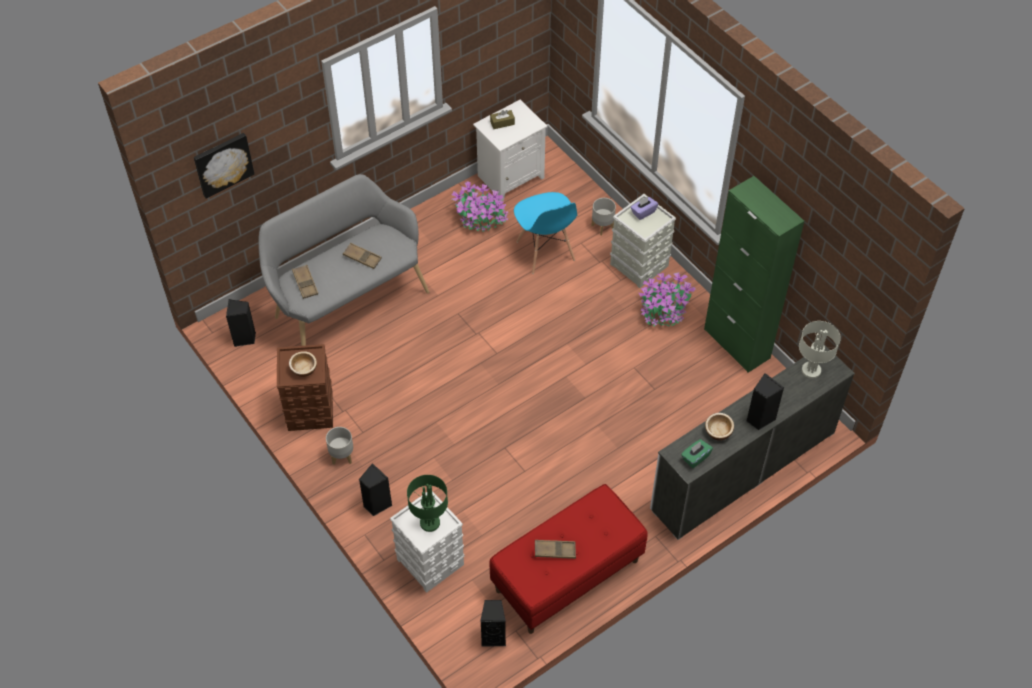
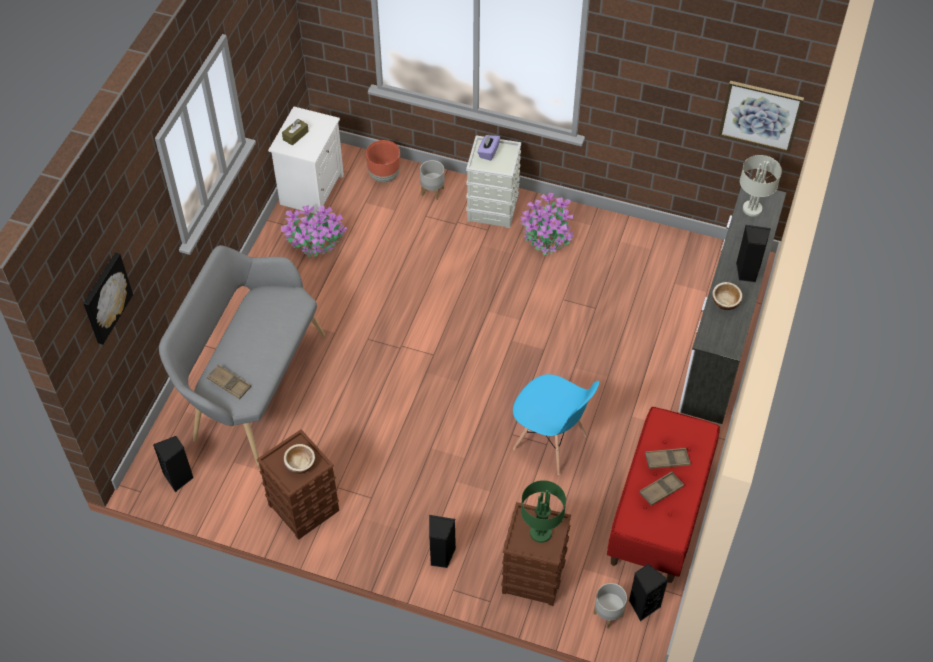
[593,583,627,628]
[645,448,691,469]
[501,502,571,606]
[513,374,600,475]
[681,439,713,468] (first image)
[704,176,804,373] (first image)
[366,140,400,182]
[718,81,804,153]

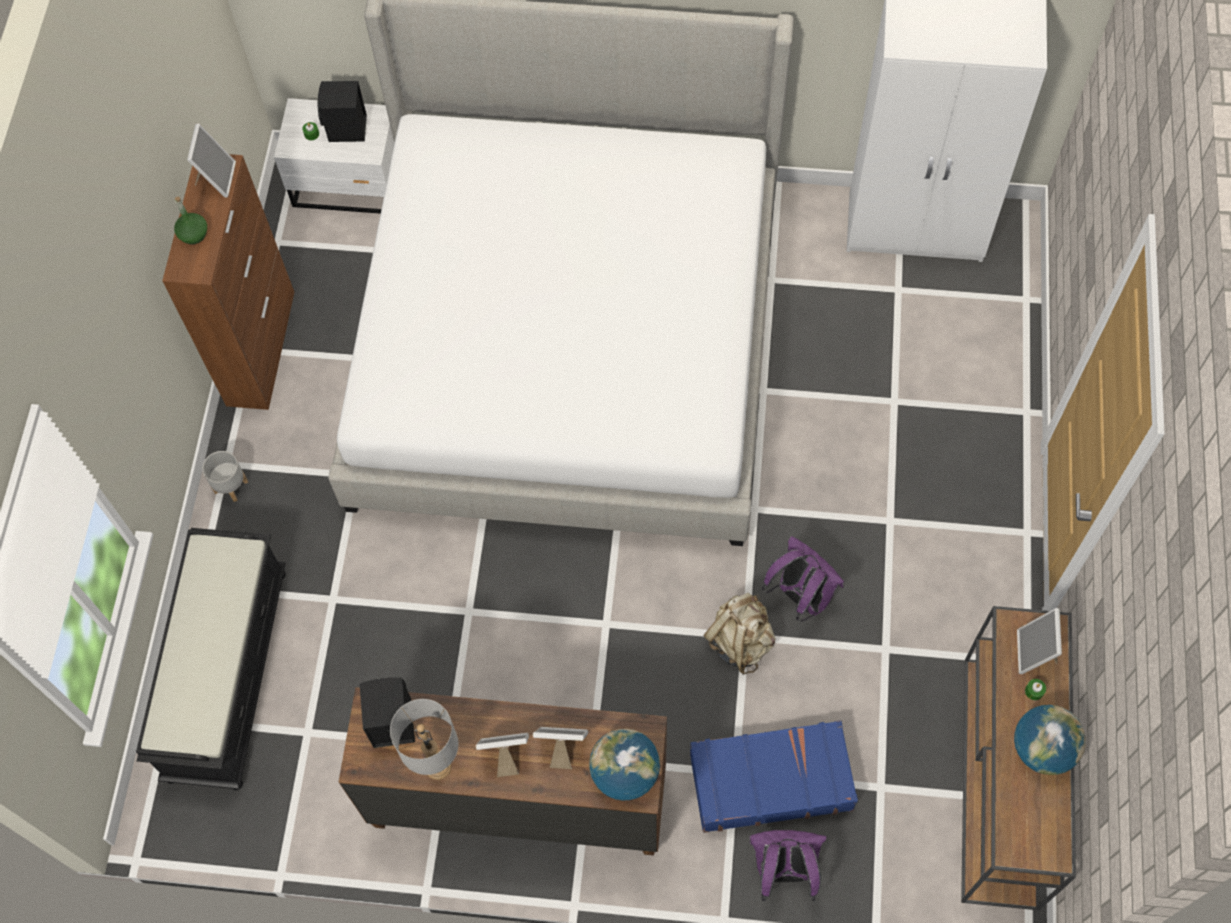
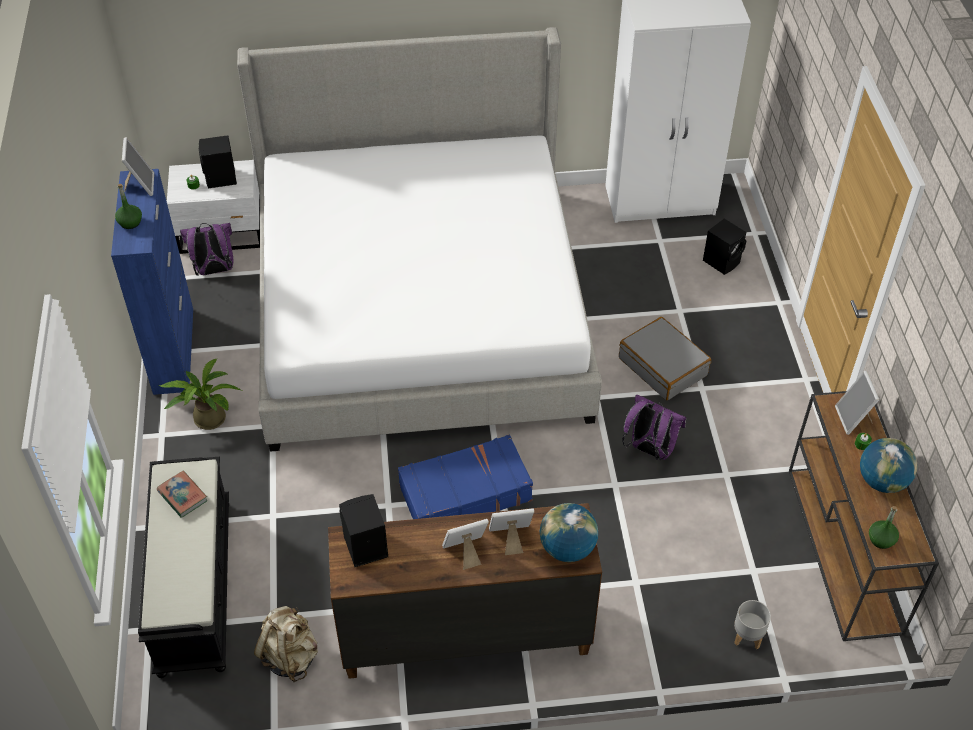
[111,169,193,395]
[734,600,771,649]
[390,699,458,780] (first image)
[398,435,533,519]
[254,606,318,682]
[180,223,234,276]
[157,471,208,518]
[159,358,242,430]
[619,317,711,400]
[703,219,746,275]
[869,506,899,549]

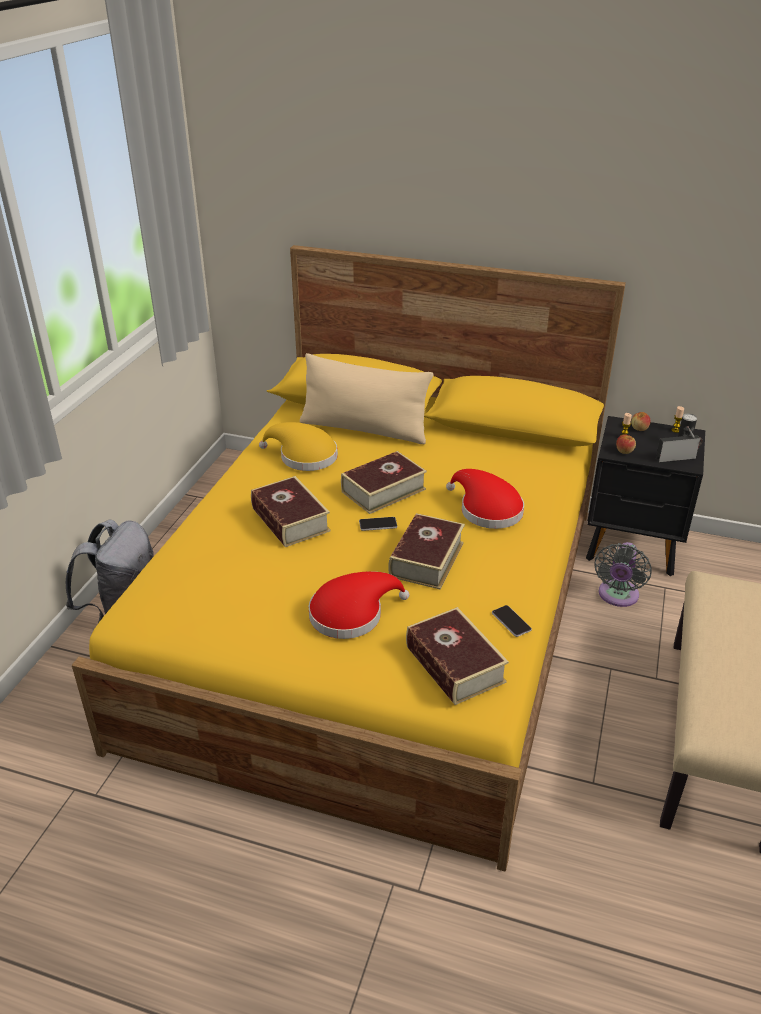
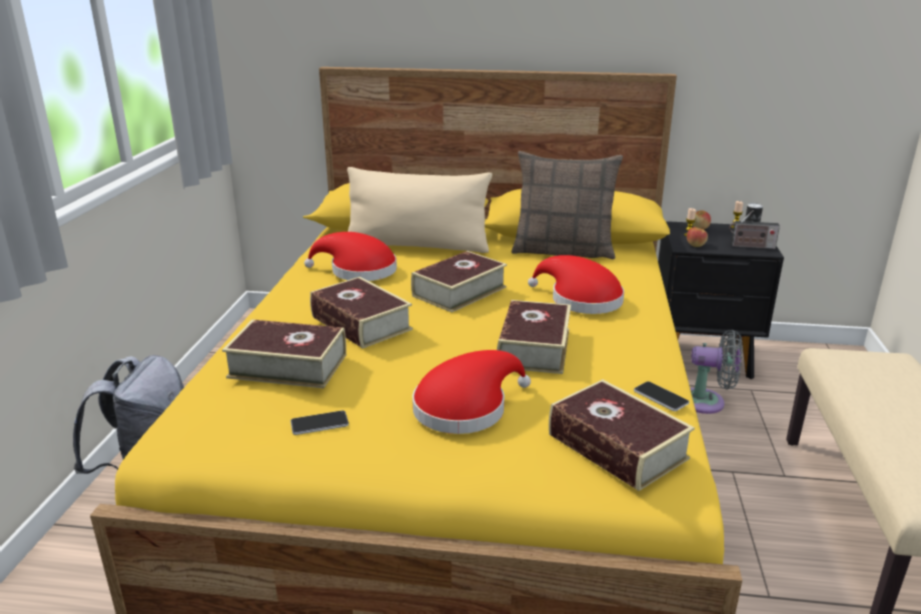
[304,232,397,281]
[290,410,349,435]
[690,330,743,414]
[729,210,780,249]
[222,319,346,389]
[511,151,623,259]

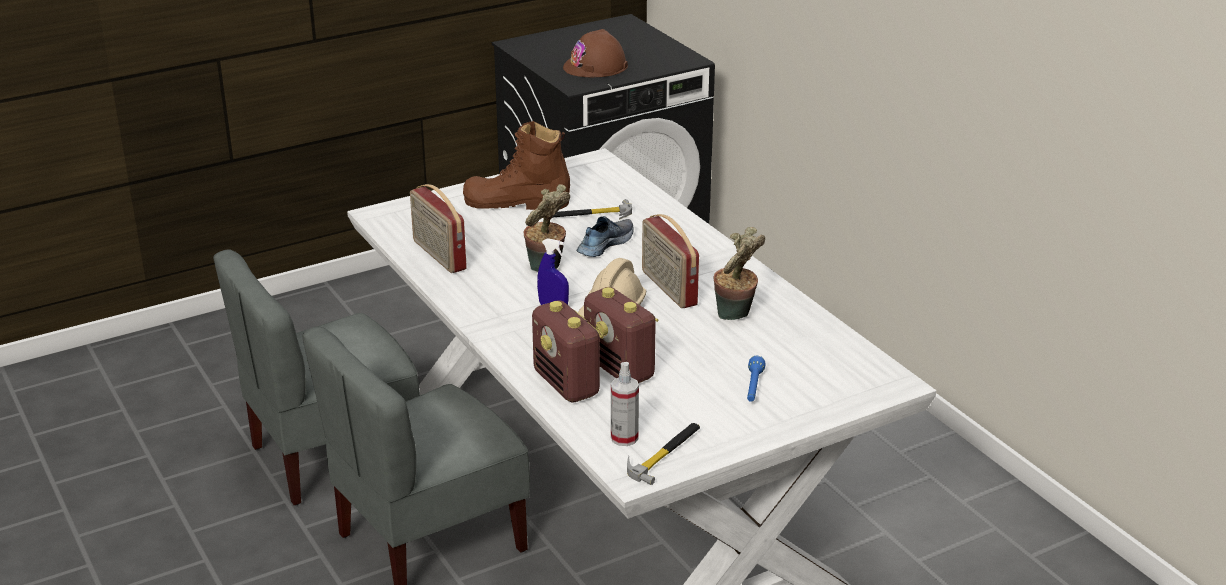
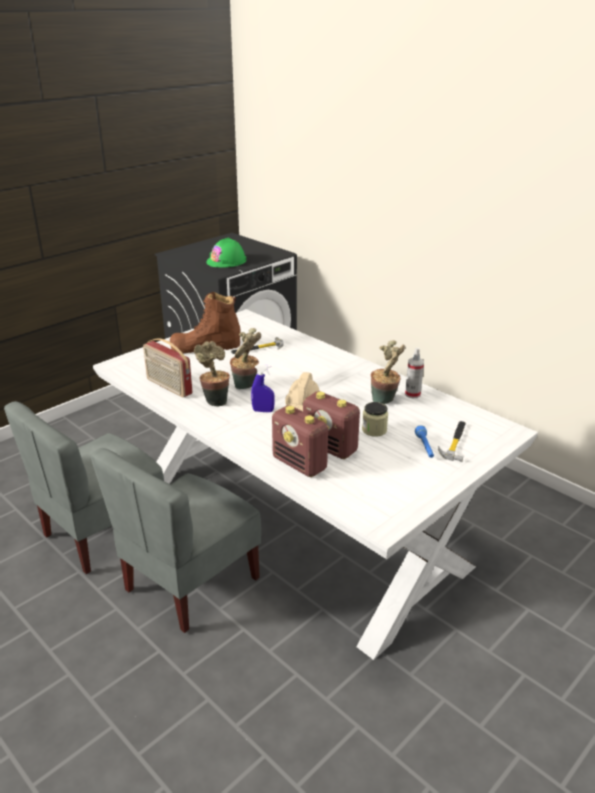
[206,238,246,268]
[577,216,633,257] (first image)
[405,348,424,398]
[438,421,466,462]
[642,214,699,308] (first image)
[194,341,230,407]
[362,402,388,437]

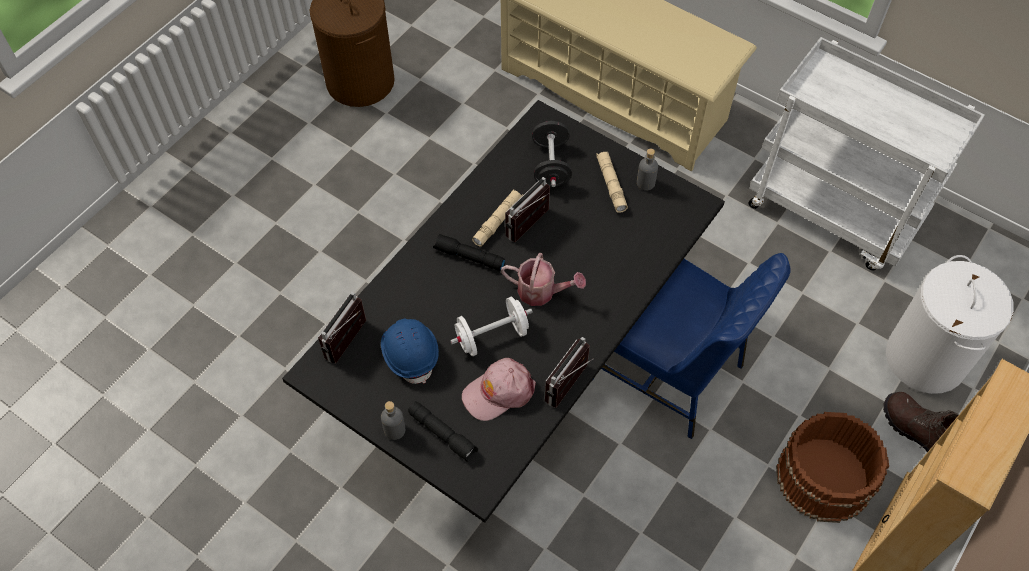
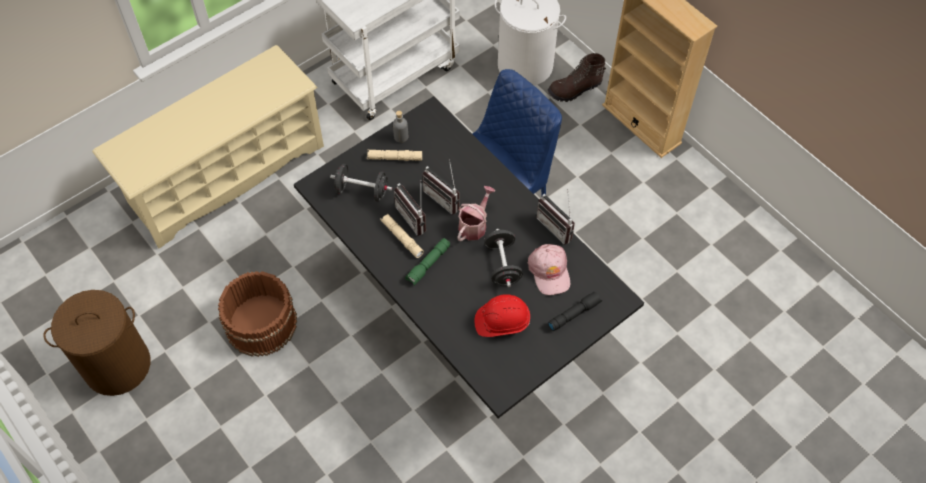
[423,159,459,215]
[474,294,530,337]
[381,401,405,440] (first image)
[405,238,450,286]
[484,229,523,287]
[218,271,297,357]

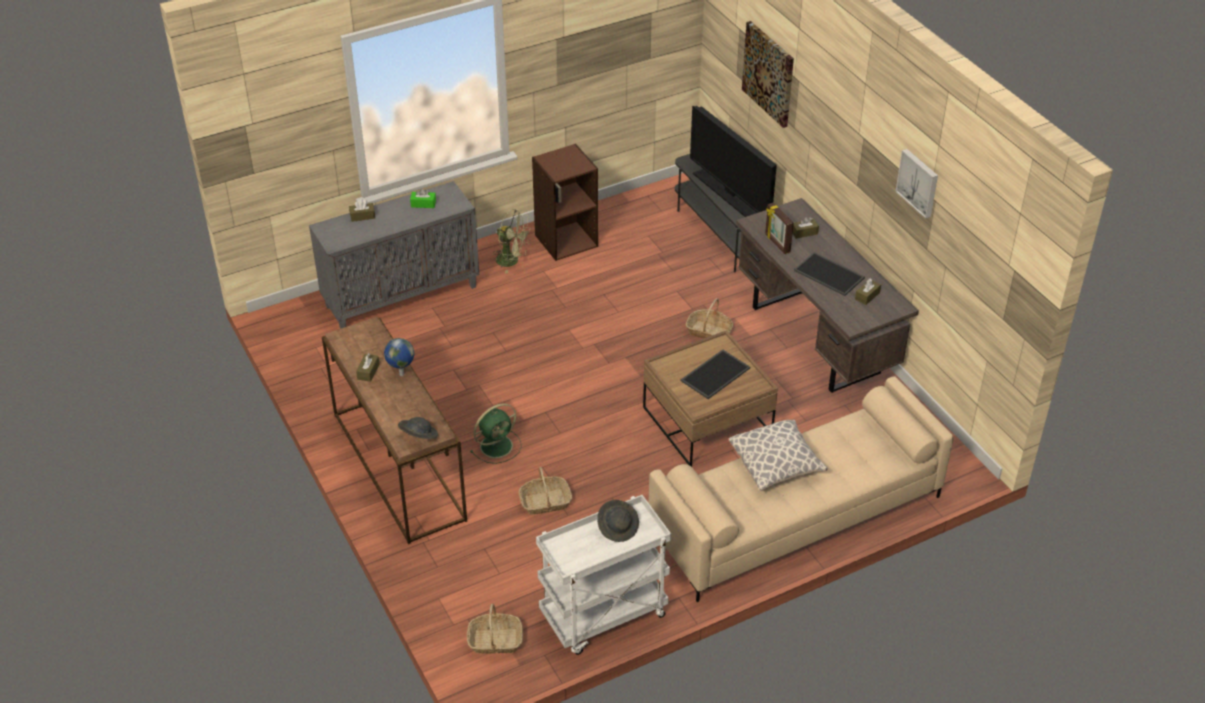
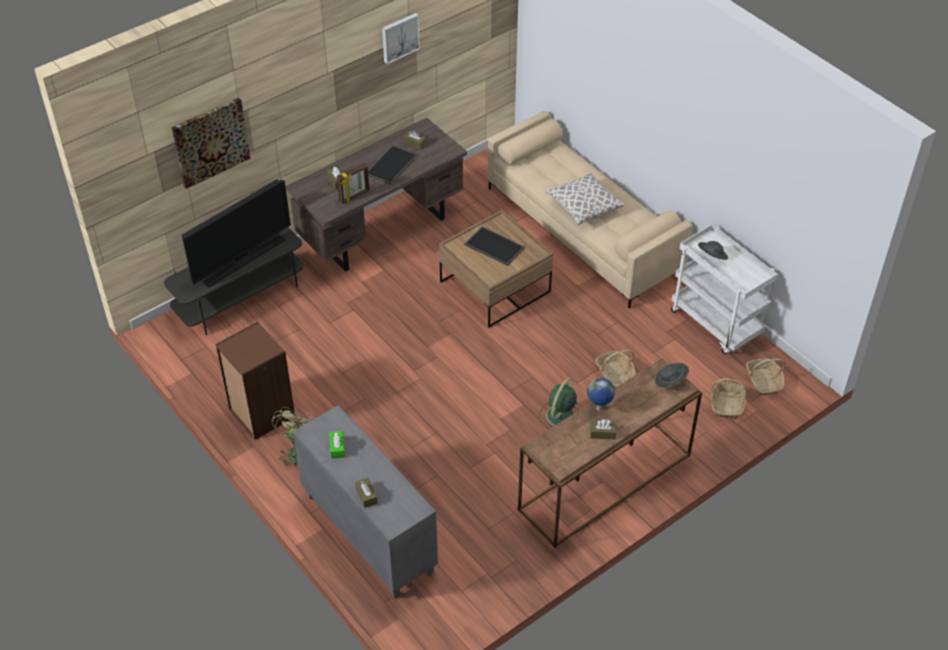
[539,377,579,430]
[711,378,747,420]

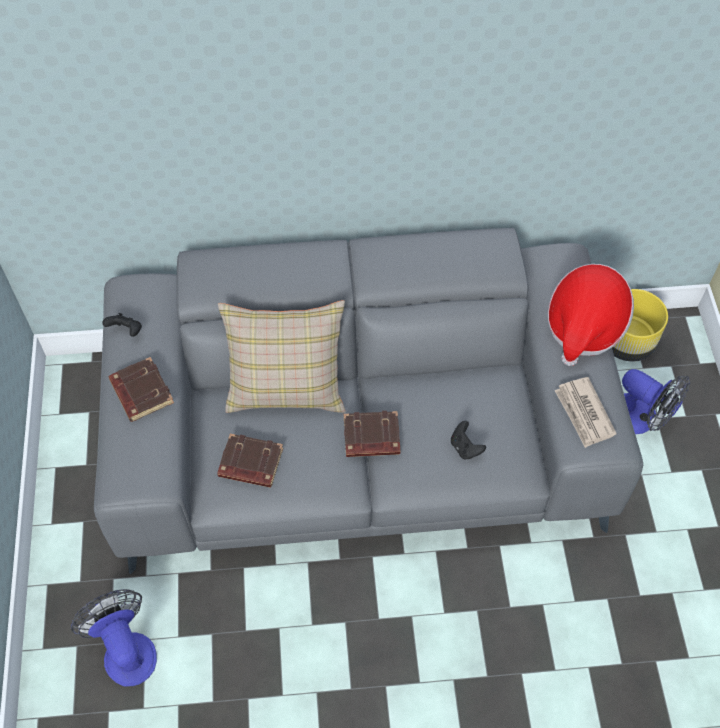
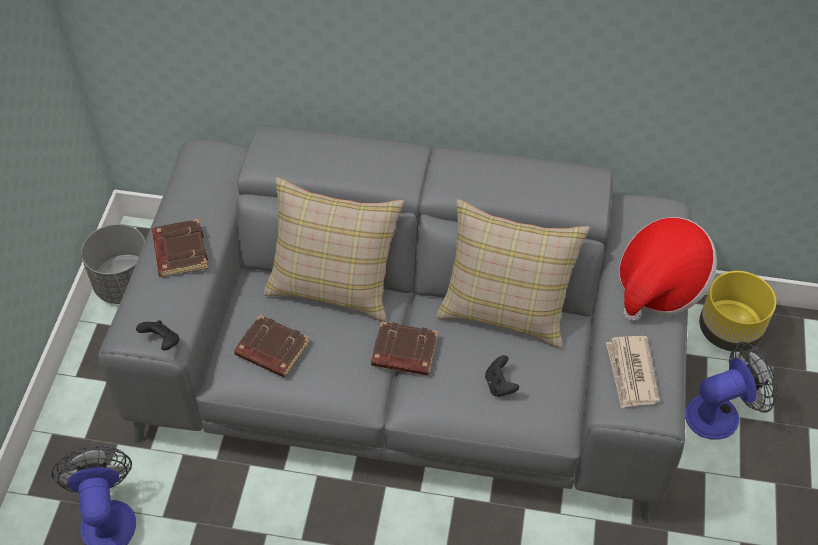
[136,320,179,351]
[685,342,777,439]
[81,224,145,304]
[436,199,590,349]

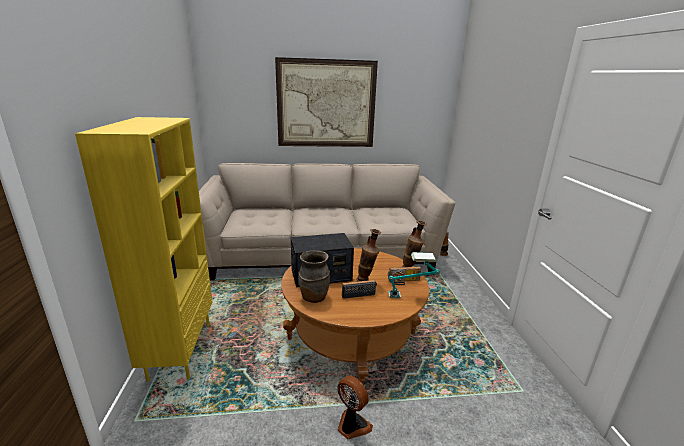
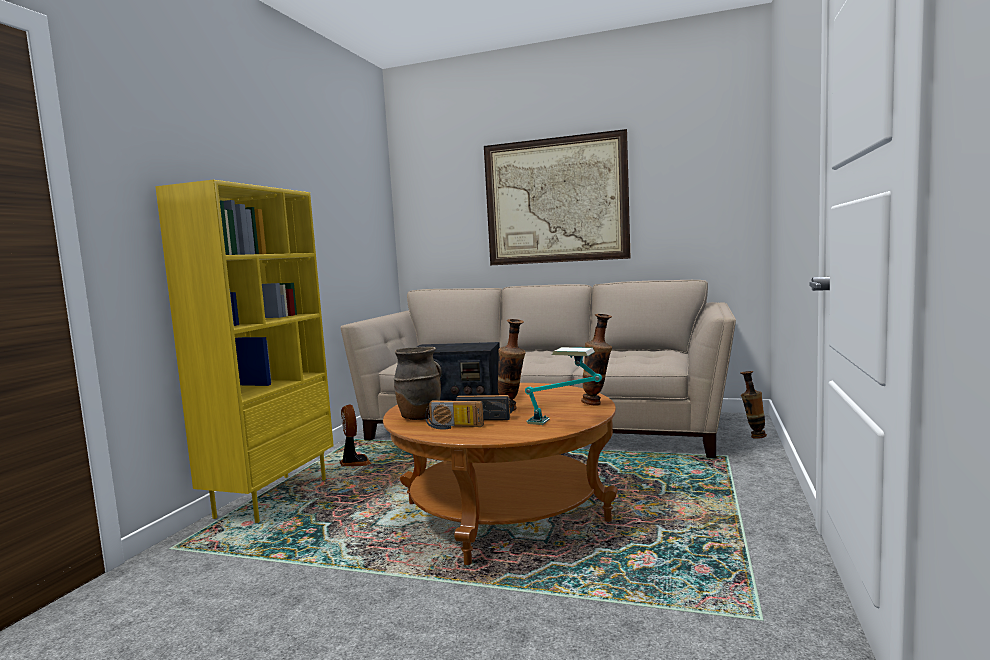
[340,405,372,466]
[425,400,484,429]

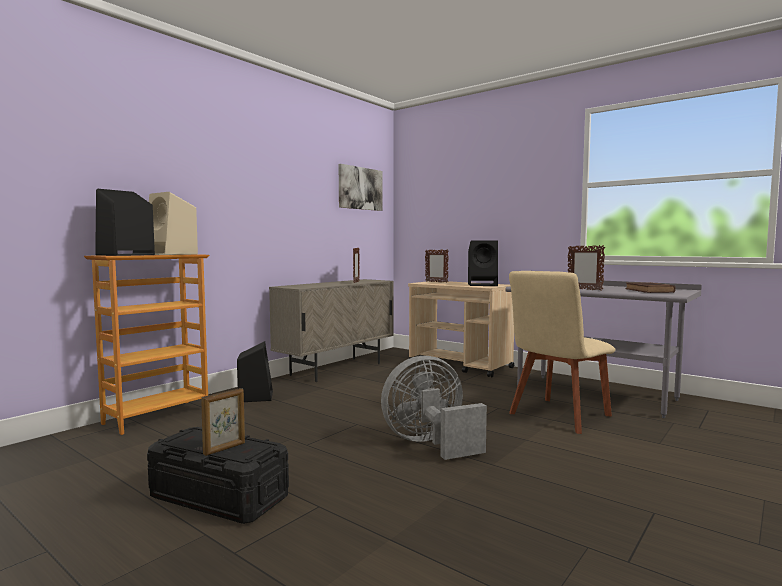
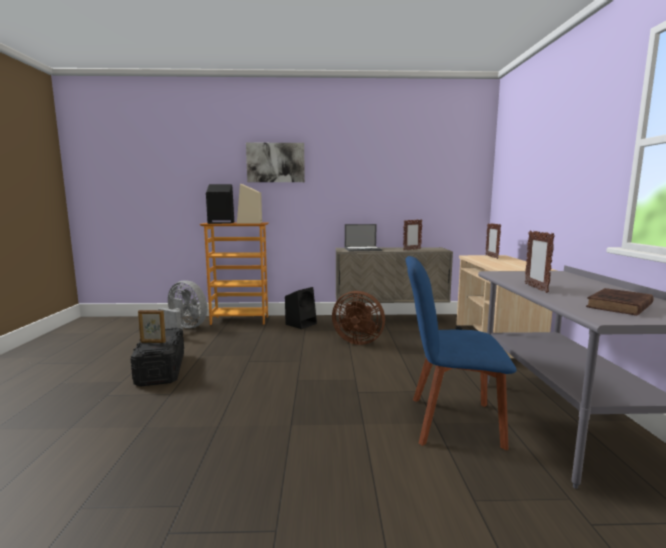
[246,143,305,182]
[158,281,207,329]
[468,240,498,286] (first image)
[405,256,517,450]
[332,291,385,345]
[345,224,382,251]

